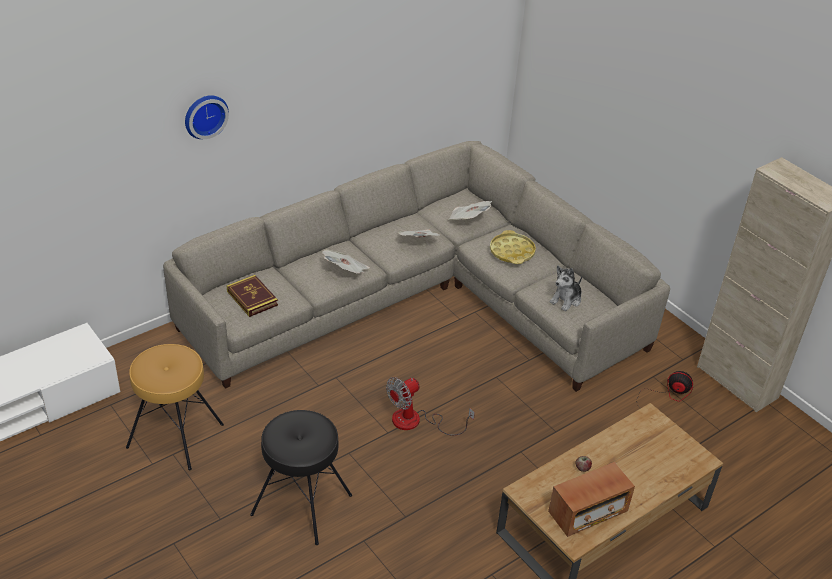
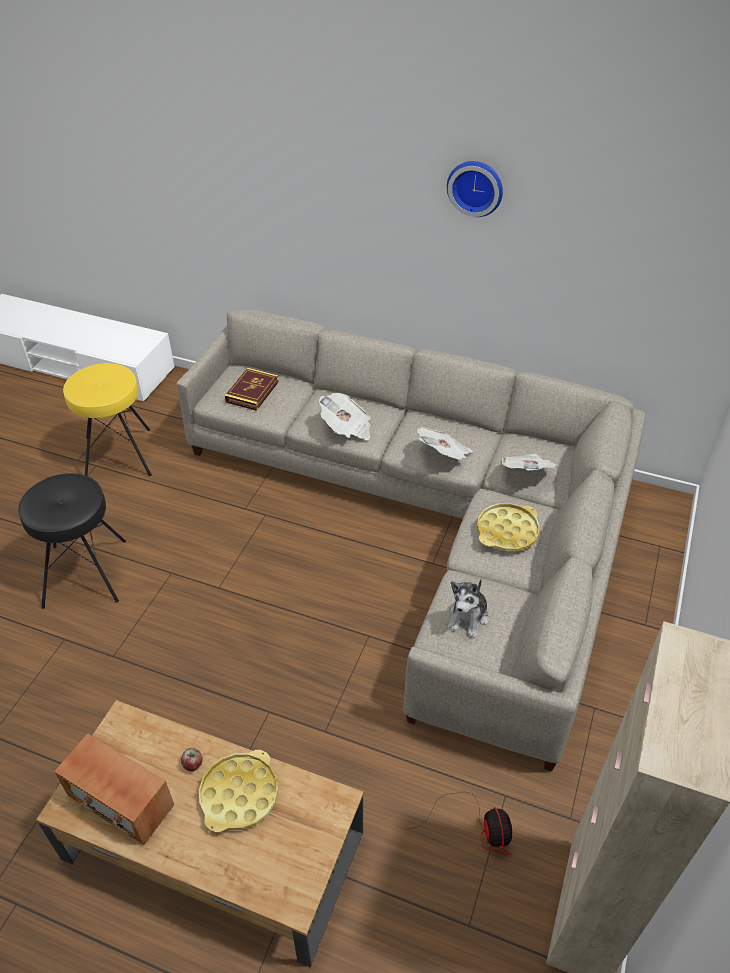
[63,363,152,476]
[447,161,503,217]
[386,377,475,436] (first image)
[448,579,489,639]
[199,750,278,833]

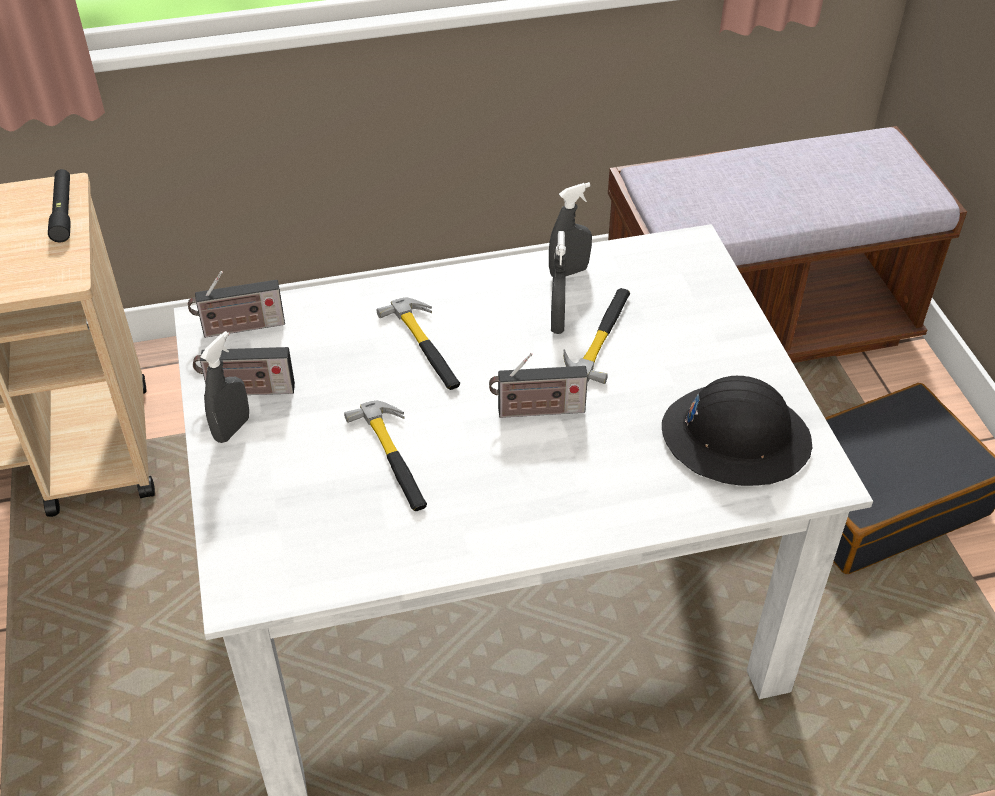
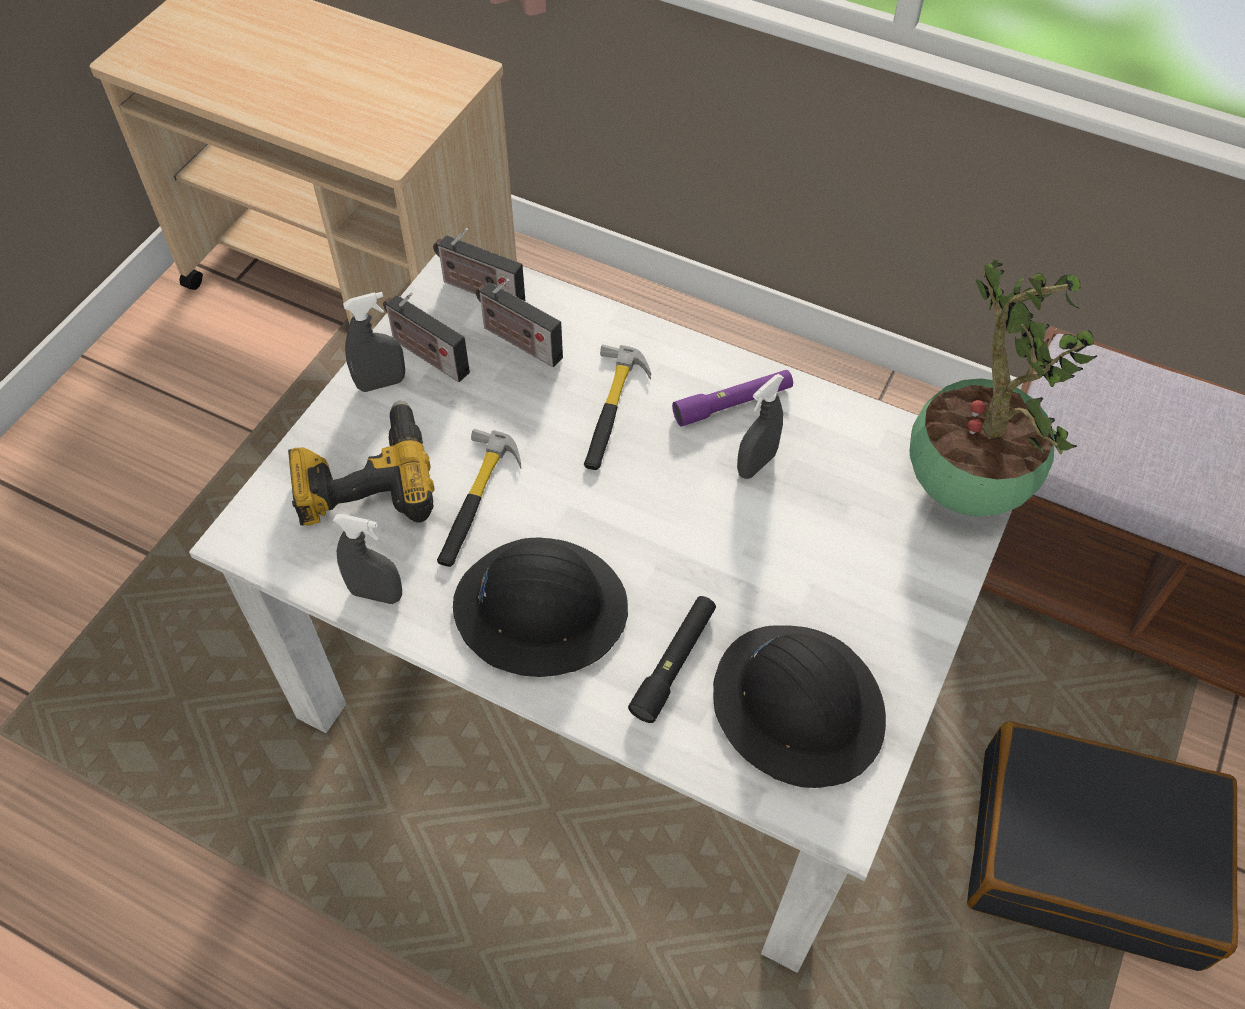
[628,596,716,723]
[476,279,563,367]
[333,514,402,604]
[563,288,630,384] (first image)
[288,400,435,526]
[453,537,628,677]
[672,370,793,427]
[910,260,1097,517]

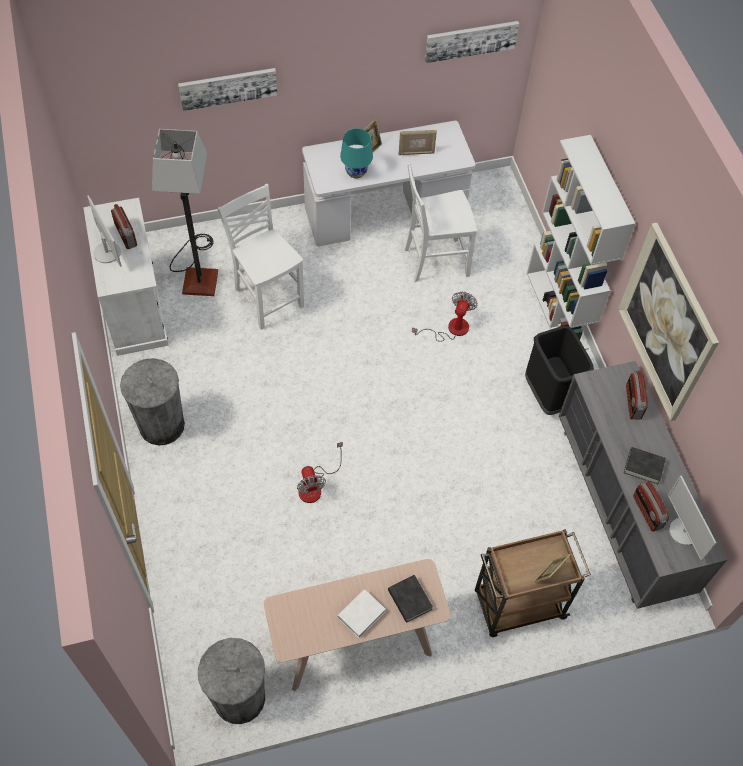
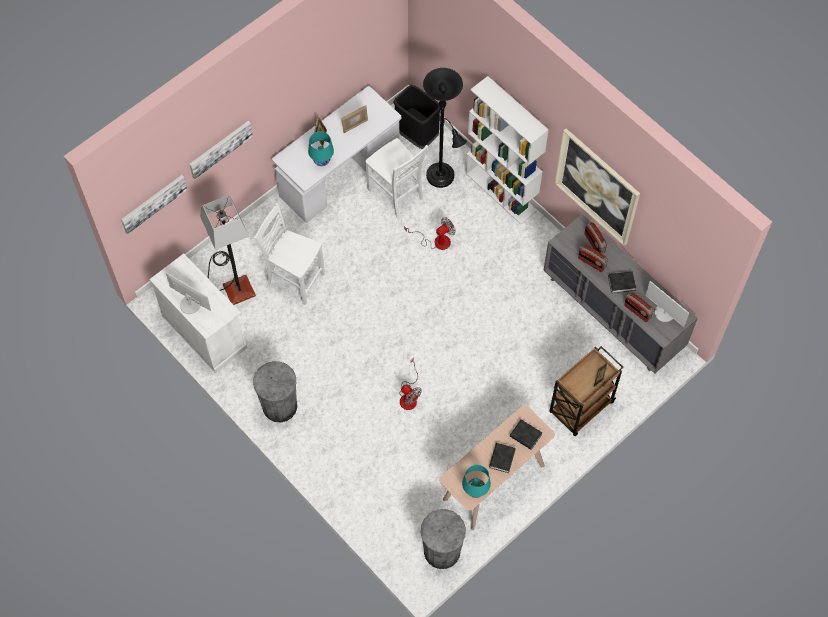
[578,245,608,272]
[489,443,516,473]
[365,138,428,217]
[404,217,456,250]
[121,175,187,234]
[393,85,440,149]
[423,68,467,188]
[462,465,491,498]

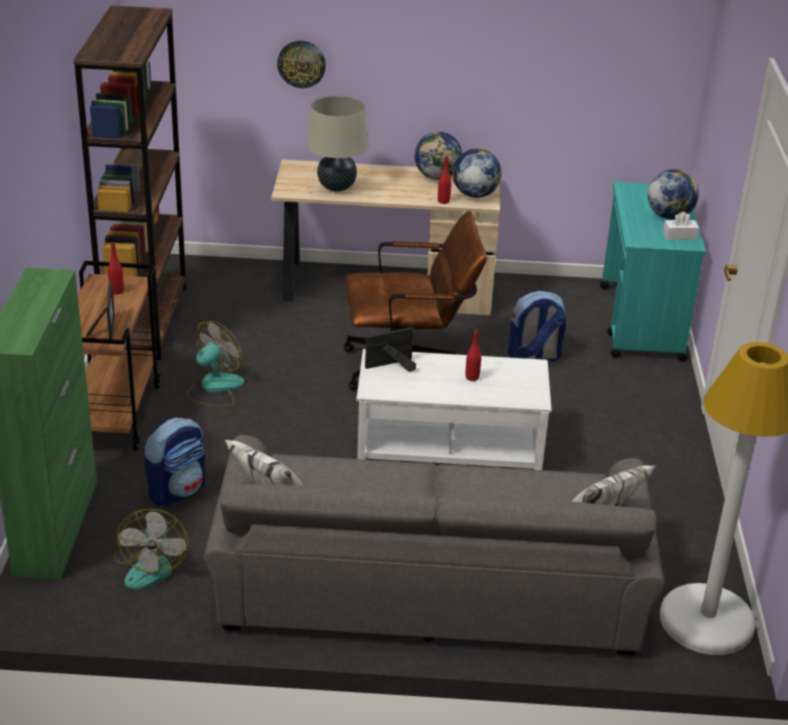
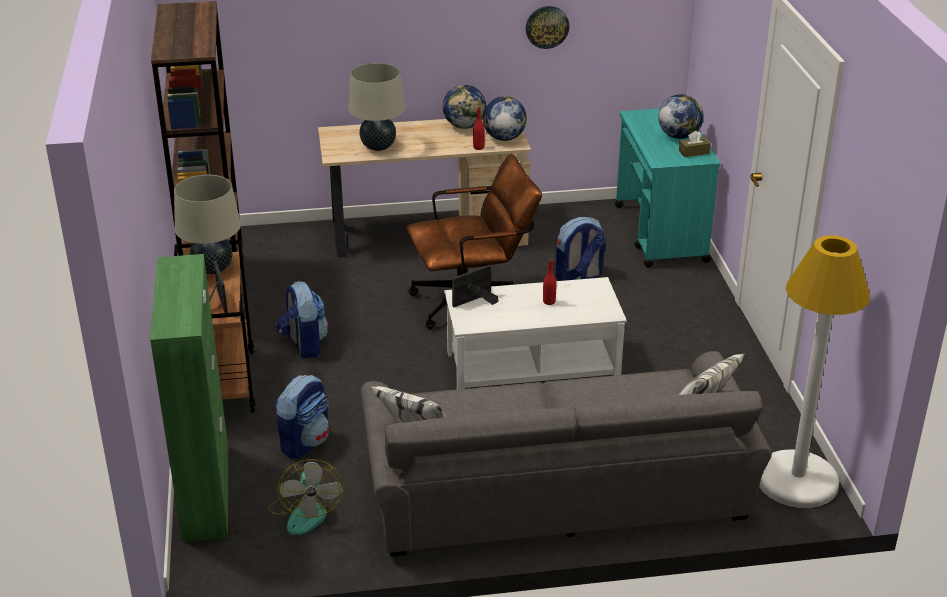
[174,174,241,274]
[276,281,328,359]
[526,6,569,49]
[679,131,711,157]

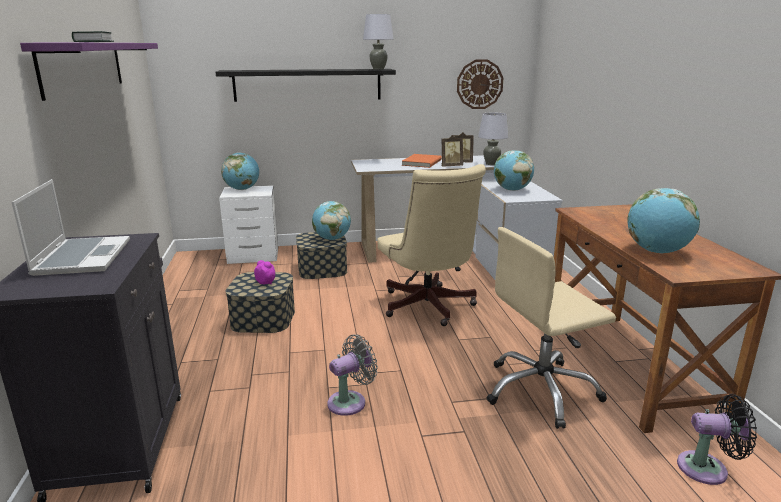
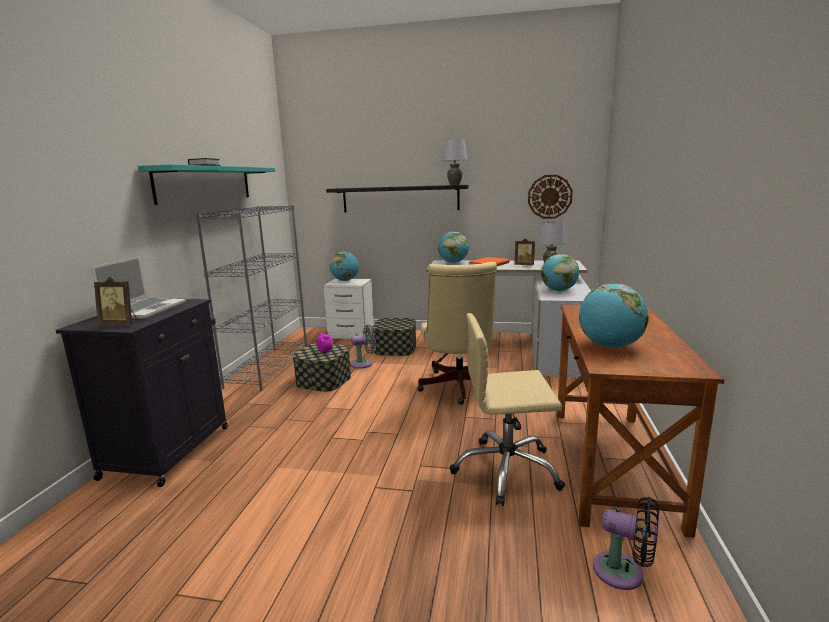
[138,164,275,205]
[438,232,469,263]
[351,325,376,369]
[94,277,138,325]
[195,205,307,391]

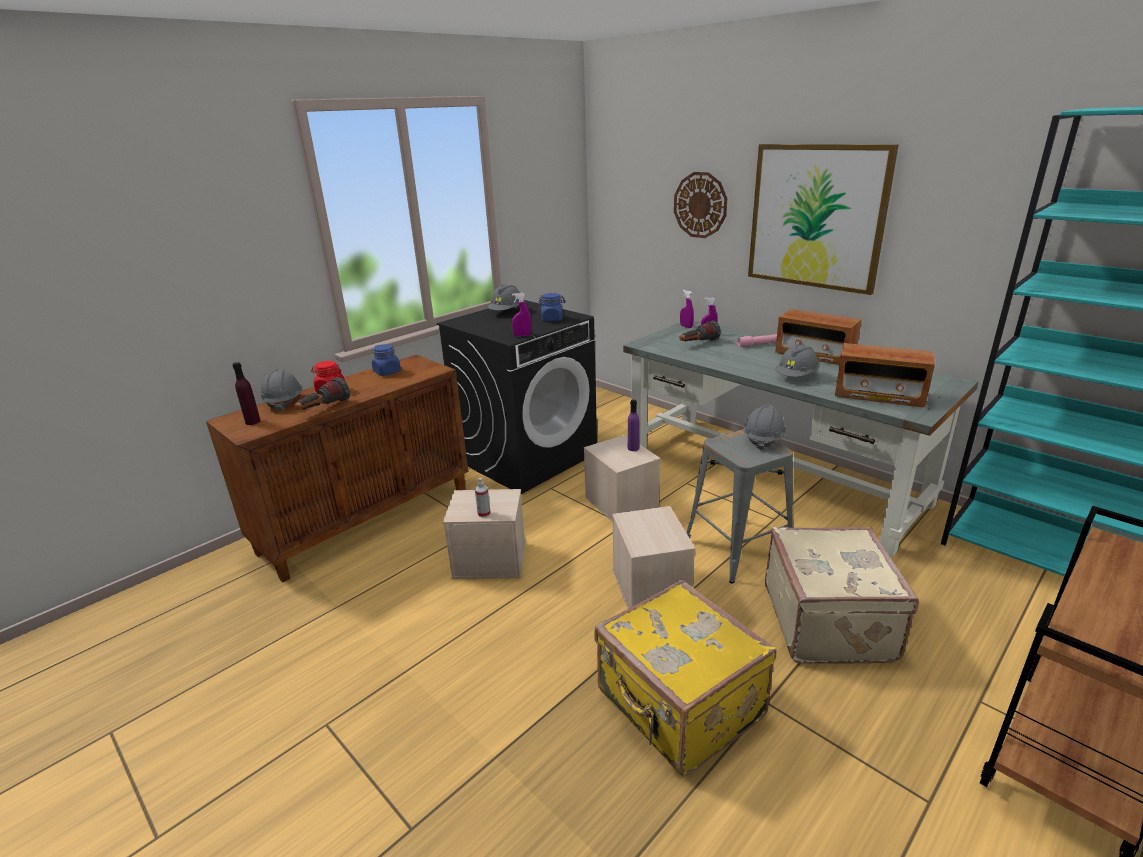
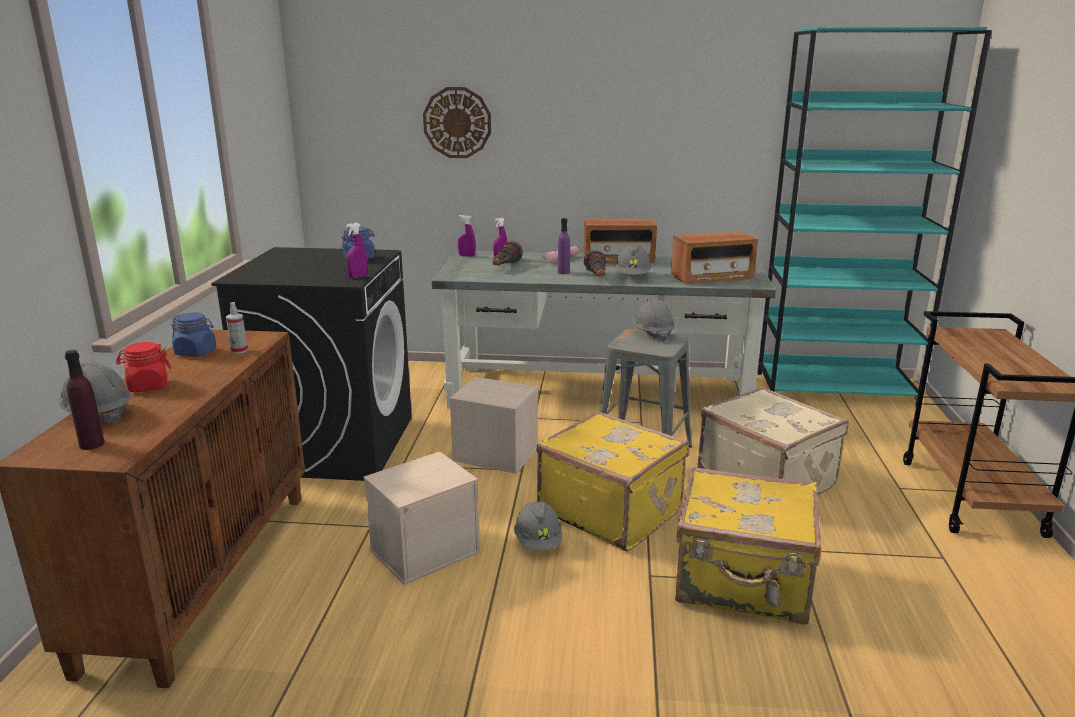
[583,250,607,276]
[226,302,248,354]
[514,501,562,551]
[536,411,689,552]
[558,218,570,274]
[748,144,899,295] (first image)

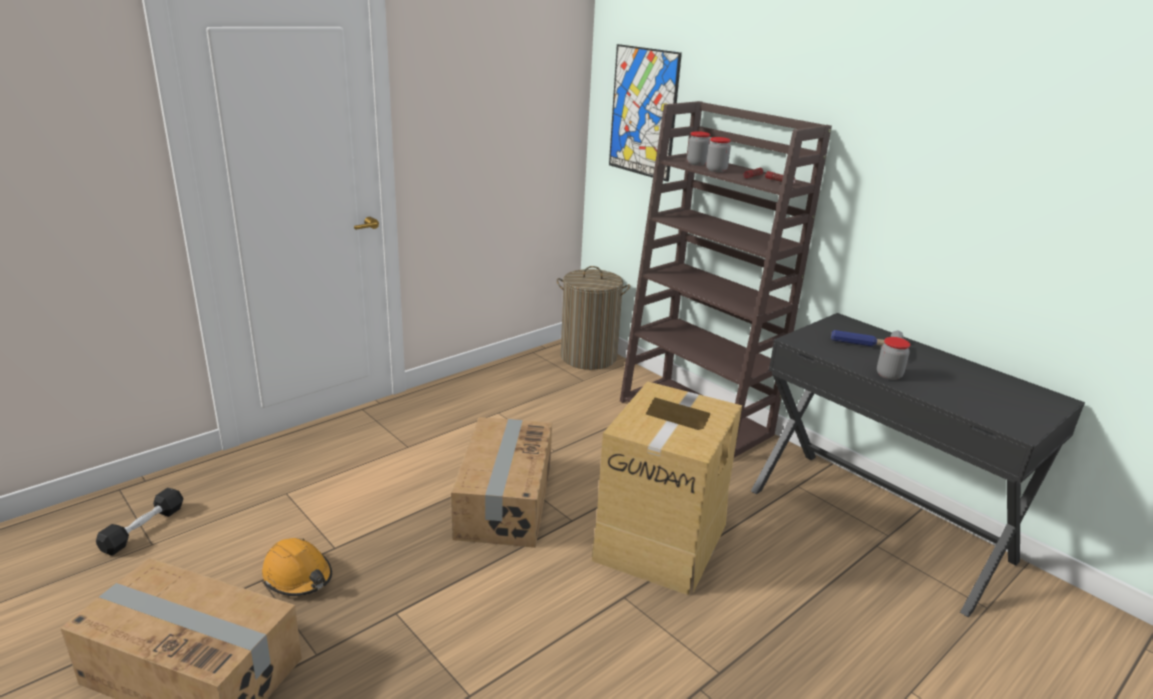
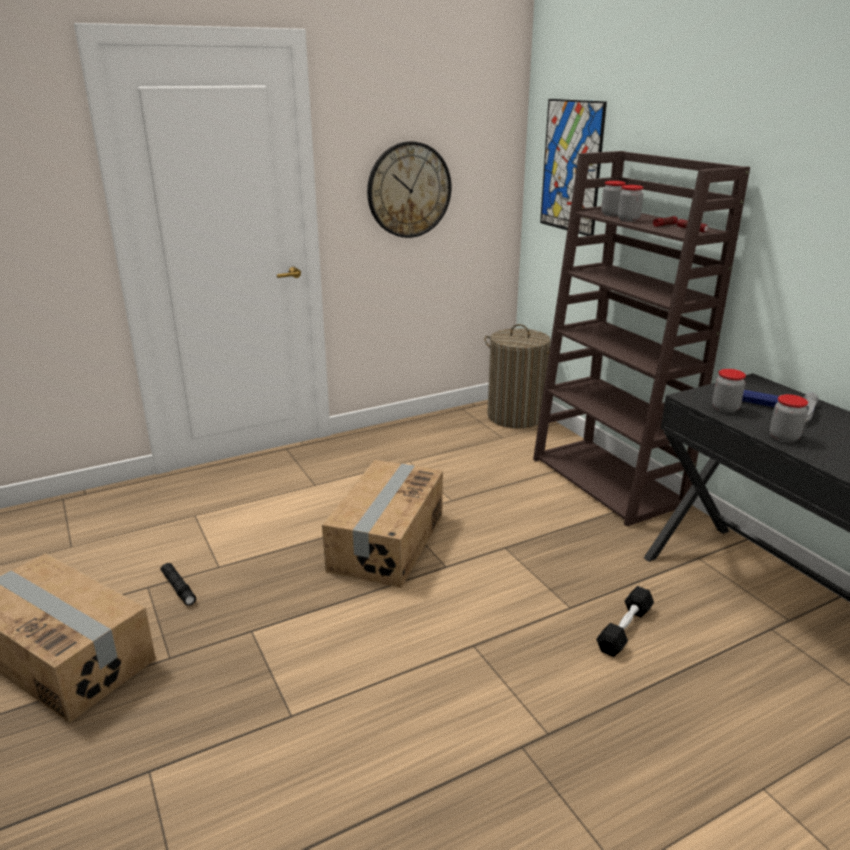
[596,586,654,657]
[160,563,196,606]
[592,381,742,595] (first image)
[367,141,451,238]
[712,369,746,413]

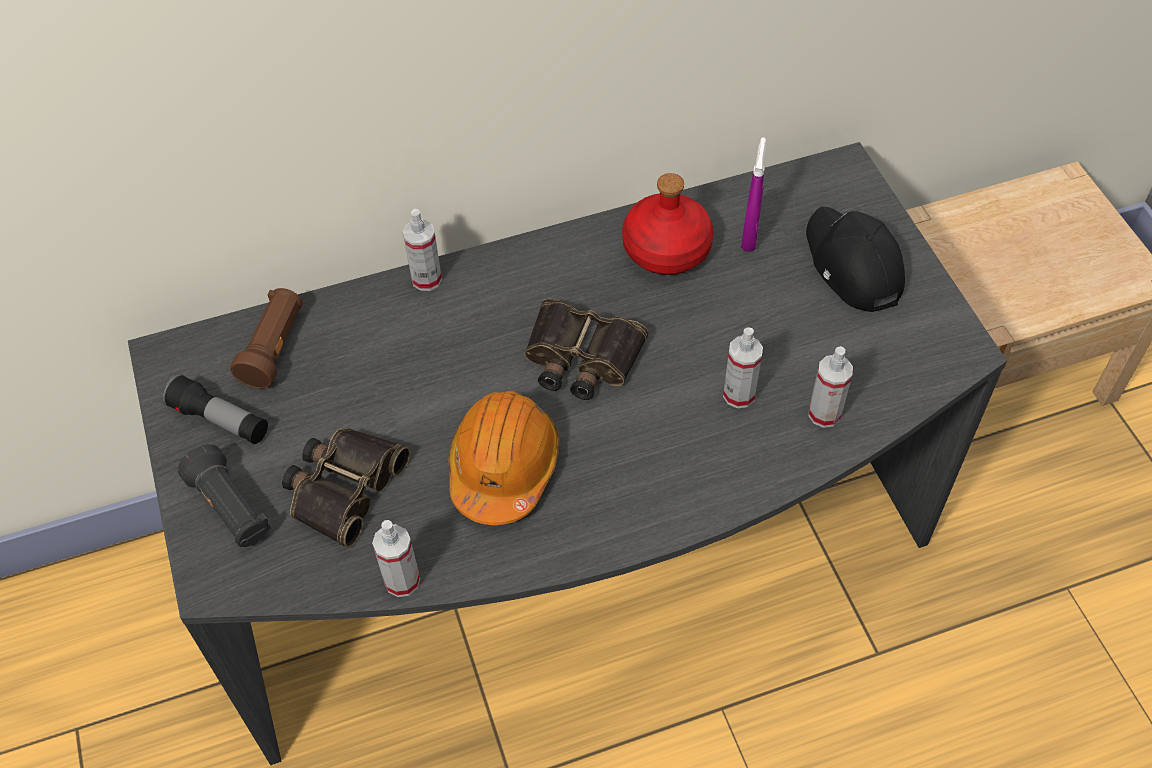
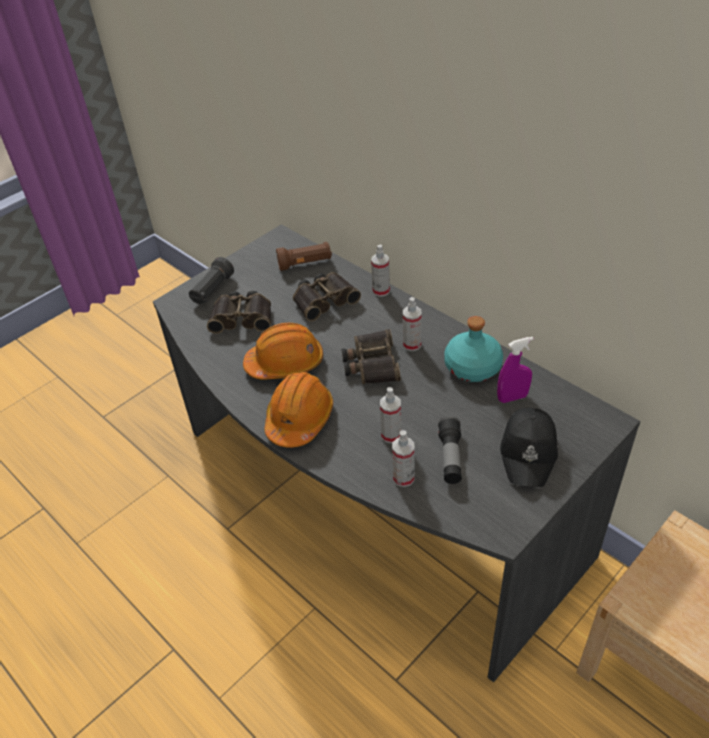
[438,417,462,484]
[403,297,422,351]
[444,316,503,382]
[500,408,558,487]
[264,372,333,448]
[293,272,361,321]

